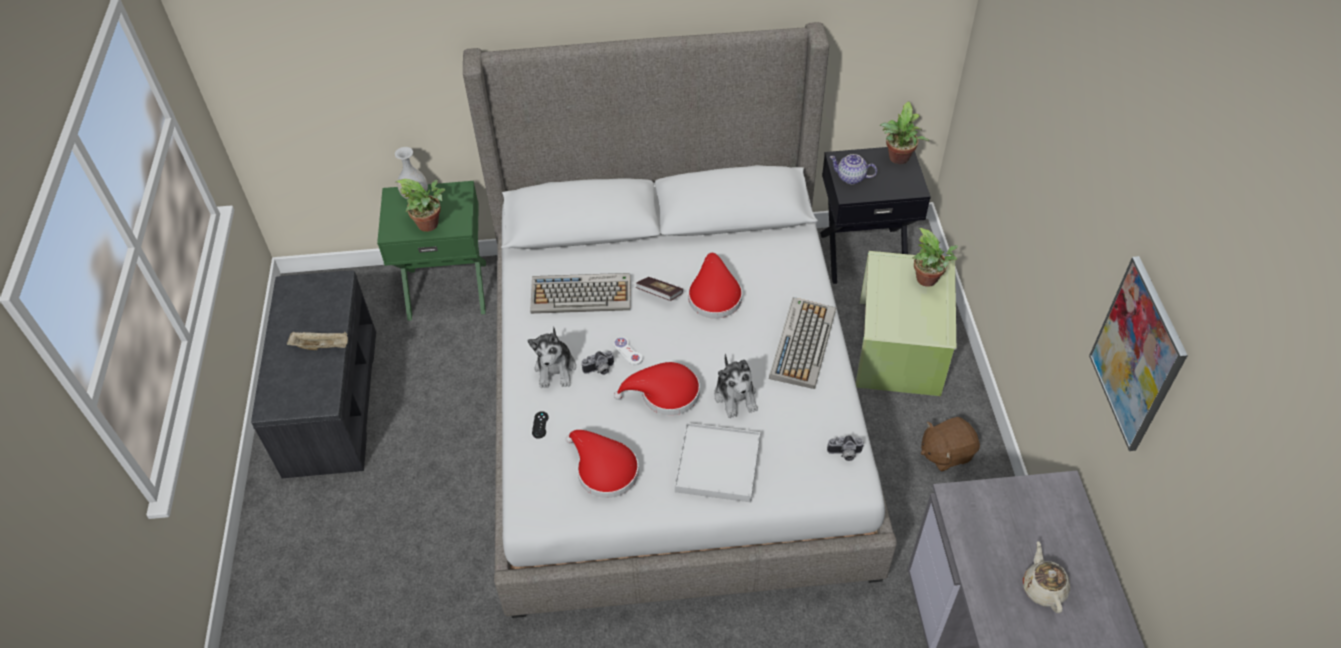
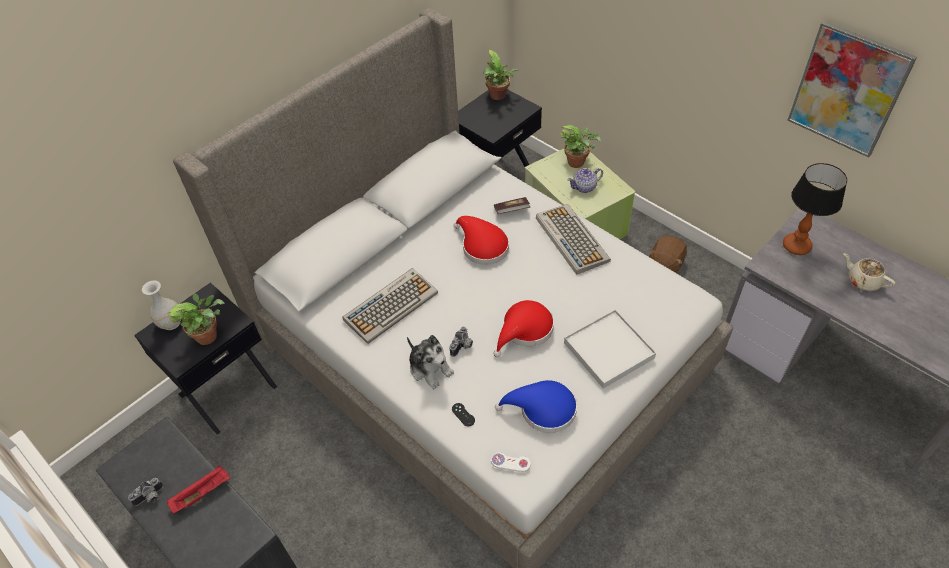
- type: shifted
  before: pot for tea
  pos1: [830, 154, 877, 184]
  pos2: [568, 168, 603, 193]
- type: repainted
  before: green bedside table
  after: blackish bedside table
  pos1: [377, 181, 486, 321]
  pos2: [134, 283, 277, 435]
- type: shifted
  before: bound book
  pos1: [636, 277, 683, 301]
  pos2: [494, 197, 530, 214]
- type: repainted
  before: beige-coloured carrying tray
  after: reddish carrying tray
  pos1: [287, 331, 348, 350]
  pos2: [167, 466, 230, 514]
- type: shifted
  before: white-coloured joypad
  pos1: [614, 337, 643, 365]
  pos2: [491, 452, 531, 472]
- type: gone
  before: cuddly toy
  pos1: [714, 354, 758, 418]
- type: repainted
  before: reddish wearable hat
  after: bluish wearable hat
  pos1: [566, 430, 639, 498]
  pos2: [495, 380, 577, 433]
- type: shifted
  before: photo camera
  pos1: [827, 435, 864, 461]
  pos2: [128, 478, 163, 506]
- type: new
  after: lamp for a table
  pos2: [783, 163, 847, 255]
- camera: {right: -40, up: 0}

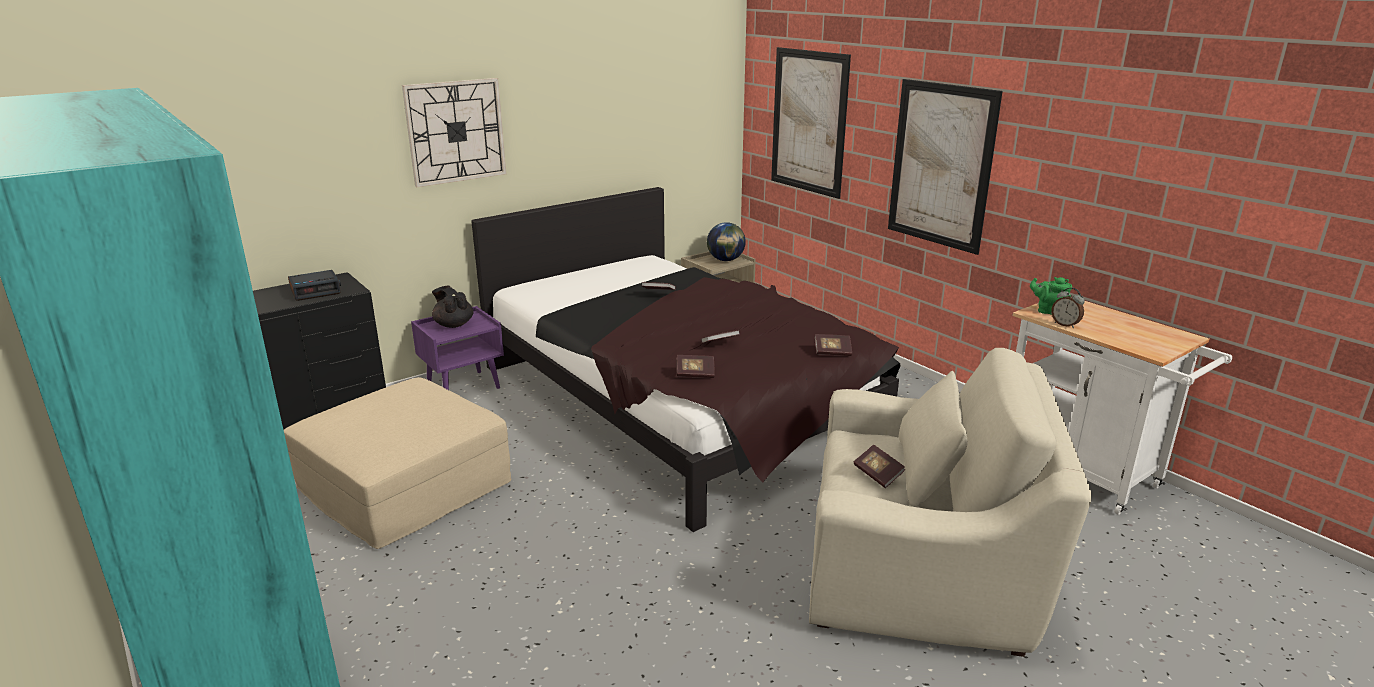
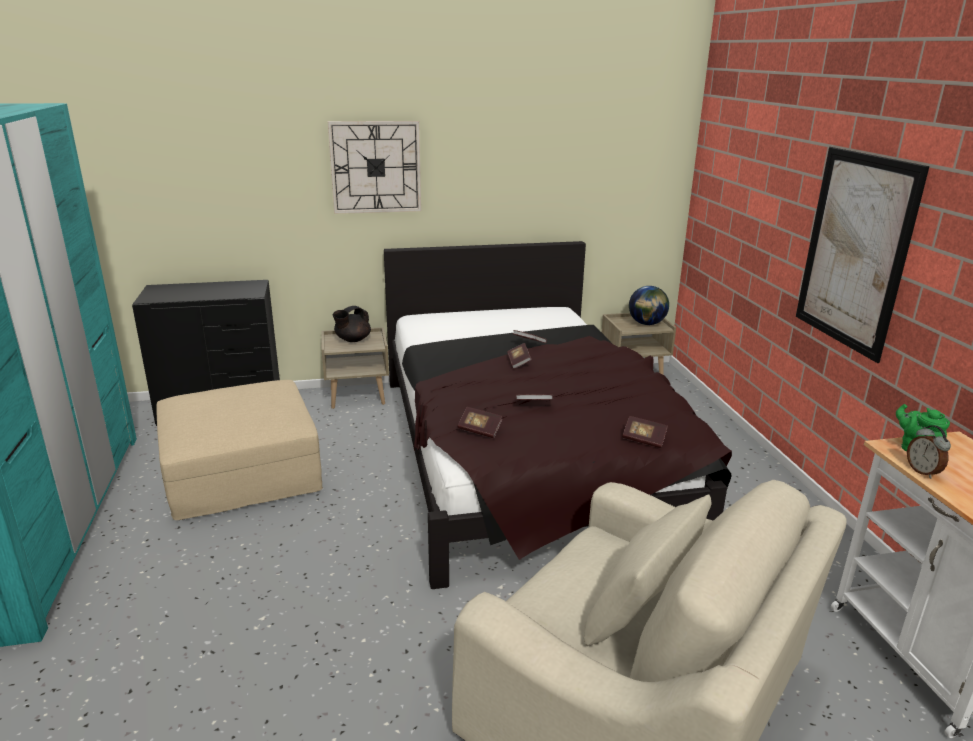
- type: gone
  before: picture
  pos1: [771, 47, 851, 199]
- type: gone
  before: table clock
  pos1: [288, 270, 341, 301]
- type: rotated
  before: blackish pot for tea
  pos1: [432, 286, 474, 328]
  pos2: [333, 306, 371, 342]
  turn: -120
- type: repainted
  before: purple bedside table
  after: beige-coloured bedside table
  pos1: [411, 306, 504, 390]
  pos2: [322, 327, 389, 409]
- type: shifted
  before: bound book
  pos1: [854, 445, 905, 488]
  pos2: [507, 343, 531, 369]
- camera: {right: 25, up: 0}

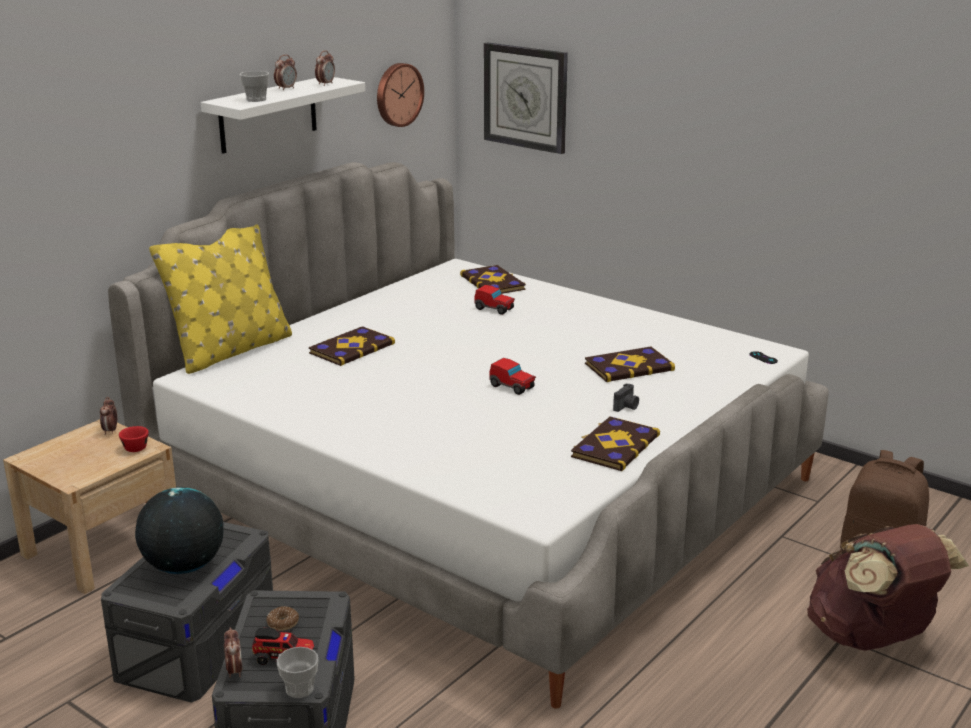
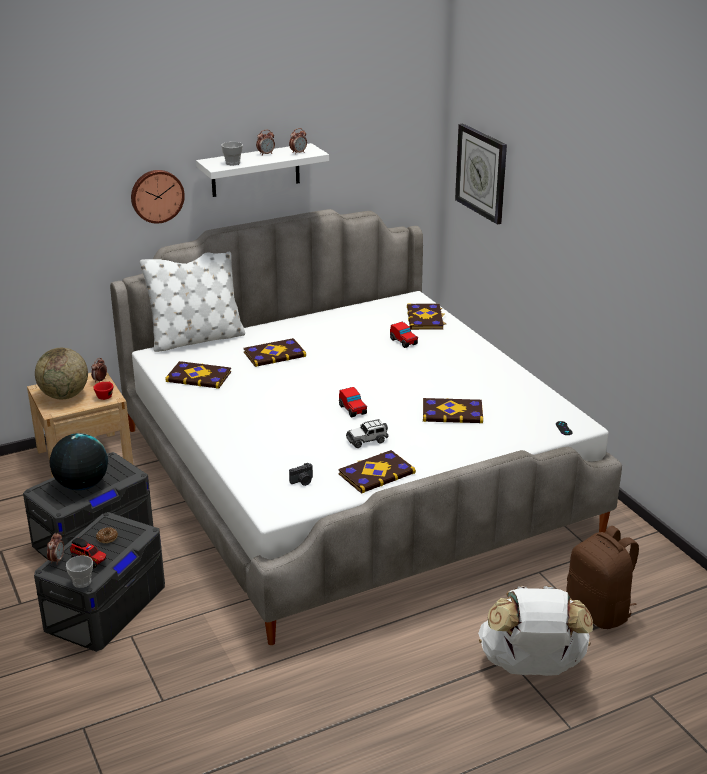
- type: shifted
  before: hanging clock
  pos1: [377, 63, 424, 127]
  pos2: [131, 170, 185, 224]
- type: repainted
  before: yellow cushion
  after: white-coloured cushion
  pos1: [149, 224, 292, 374]
  pos2: [140, 252, 245, 352]
- type: shifted
  before: photo camera
  pos1: [613, 383, 639, 412]
  pos2: [289, 463, 313, 486]
- type: repainted
  before: brownish rucksack
  after: white-coloured rucksack
  pos1: [807, 524, 969, 651]
  pos2: [478, 586, 593, 676]
- type: new
  after: desk globe
  pos2: [35, 348, 88, 399]
- type: new
  after: bound book
  pos2: [165, 361, 231, 389]
- type: new
  after: toy car
  pos2: [346, 419, 389, 448]
- camera: {right: 25, up: 5}

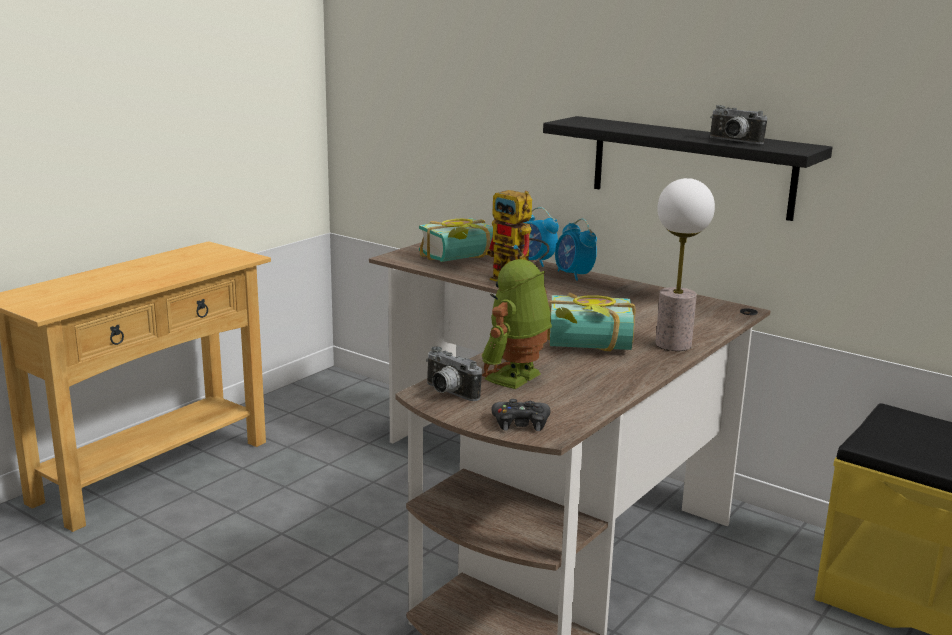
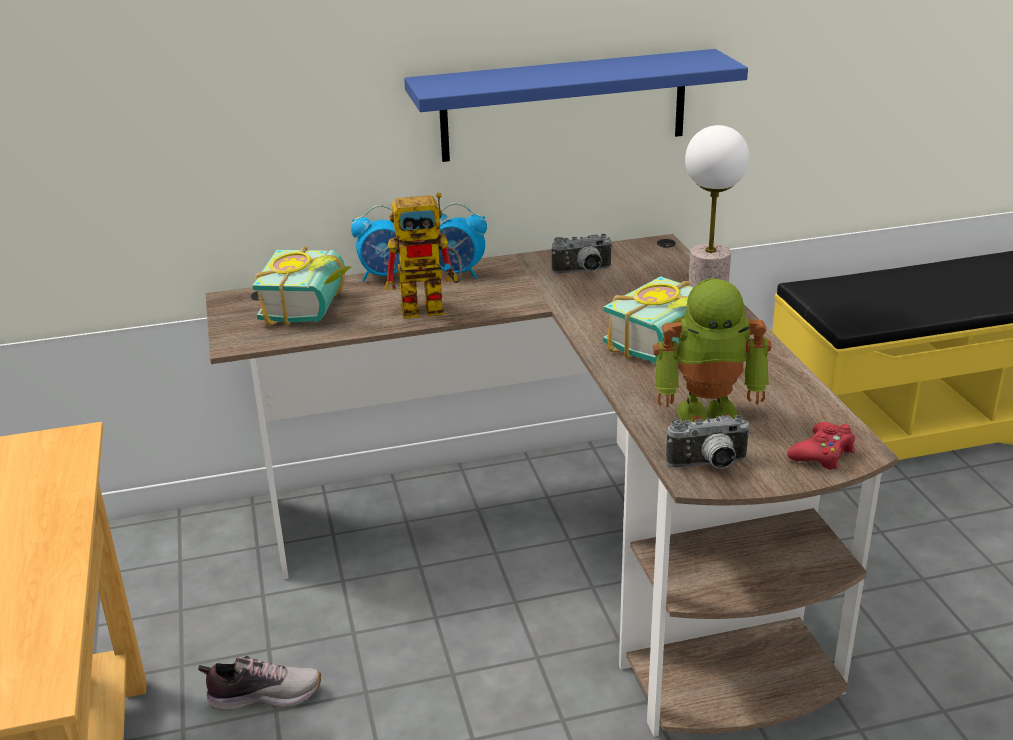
- type: shifted
  before: photo camera
  pos1: [710, 105, 767, 144]
  pos2: [552, 234, 613, 274]
- type: repainted
  before: blackish wall shelf
  after: bluish wall shelf
  pos1: [543, 116, 833, 221]
  pos2: [404, 49, 748, 162]
- type: rotated
  before: model robot
  pos1: [482, 259, 552, 389]
  pos2: [653, 278, 772, 422]
  turn: -75
- type: repainted
  before: blackish joypad
  after: reddish joypad
  pos1: [491, 399, 550, 431]
  pos2: [787, 422, 855, 470]
- type: new
  after: item of footwear
  pos2: [198, 656, 321, 711]
- camera: {right: -50, up: 10}

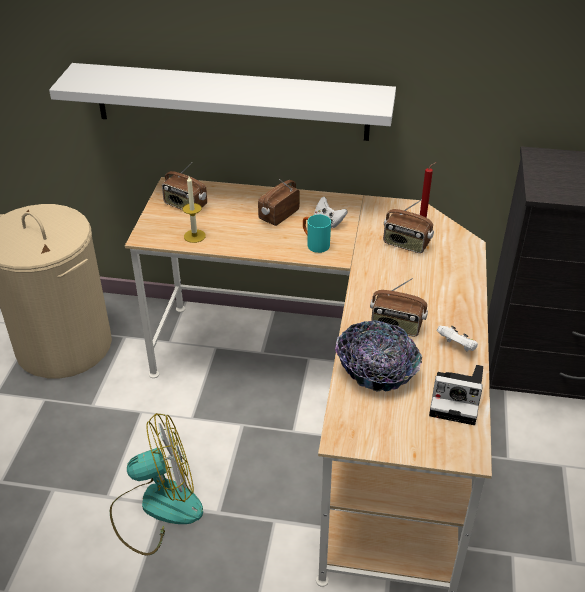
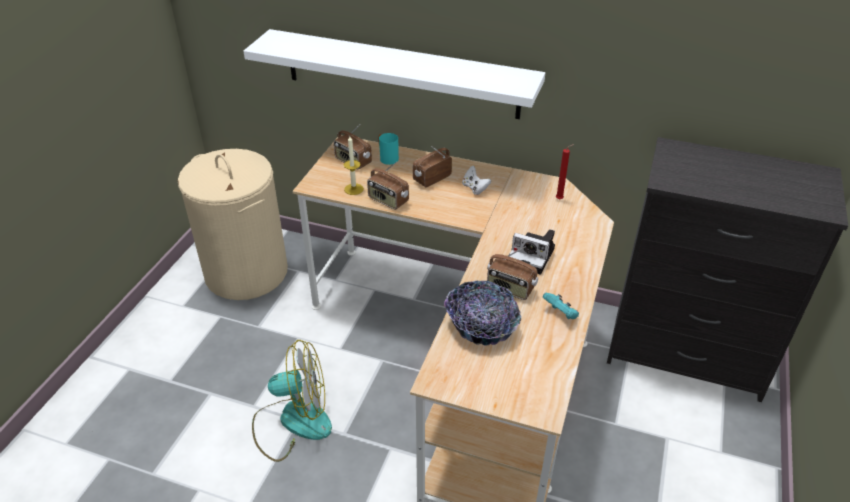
- type: shifted
  before: radio
  pos1: [383, 199, 434, 253]
  pos2: [367, 162, 409, 210]
- type: shifted
  before: turquoise coffee mug
  pos1: [303, 214, 331, 253]
  pos2: [378, 133, 399, 165]
- type: repainted
  before: white-coloured joypad
  after: turquoise joypad
  pos1: [437, 326, 478, 351]
  pos2: [543, 293, 579, 319]
- type: shifted
  before: photo camera
  pos1: [429, 365, 483, 425]
  pos2: [509, 229, 555, 275]
- camera: {right: 10, up: 0}

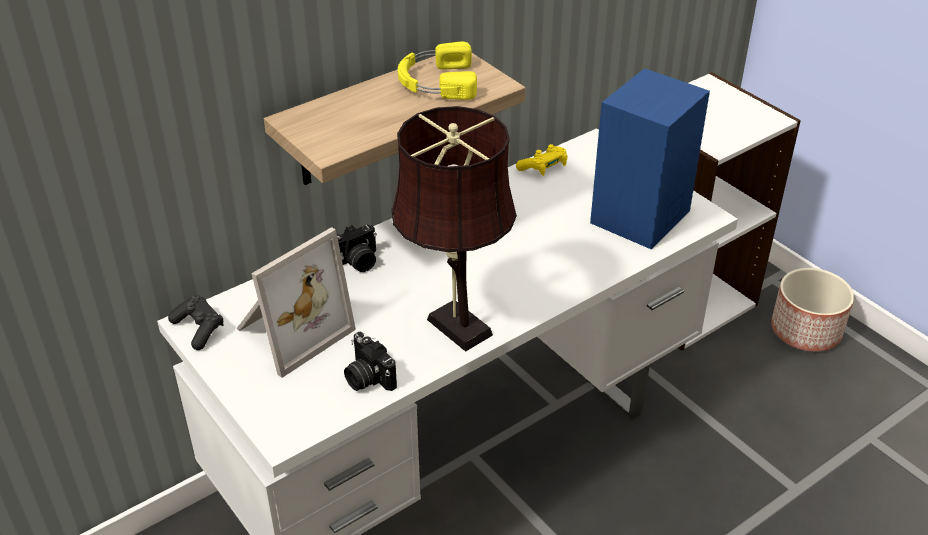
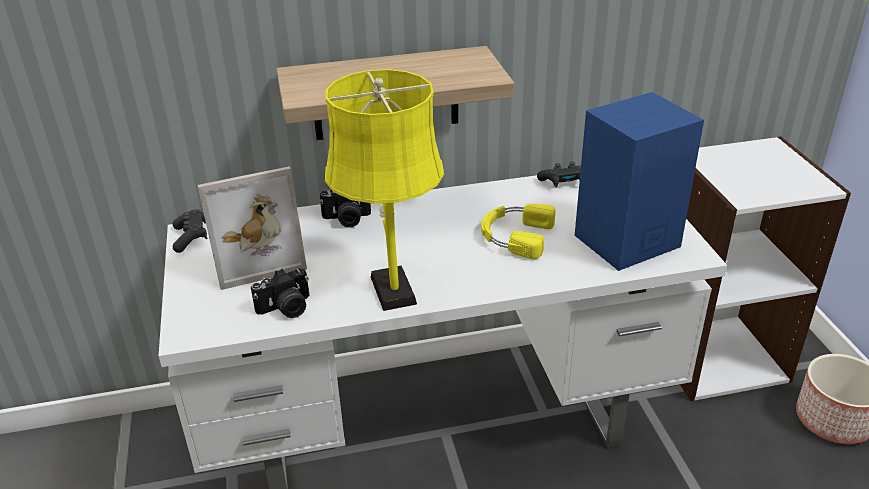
- type: shifted
  before: yellow headphones
  pos1: [398, 42, 477, 100]
  pos2: [481, 204, 555, 259]
- type: repainted
  before: brownish lamp for a table
  after: yellow lamp for a table
  pos1: [391, 106, 517, 352]
  pos2: [325, 69, 444, 311]
- type: repainted
  before: yellow joypad
  after: blackish joypad
  pos1: [516, 144, 568, 176]
  pos2: [537, 161, 581, 188]
- type: rotated
  before: photo camera
  pos1: [344, 332, 397, 391]
  pos2: [251, 268, 310, 318]
  turn: -105
- camera: {right: 25, up: -5}

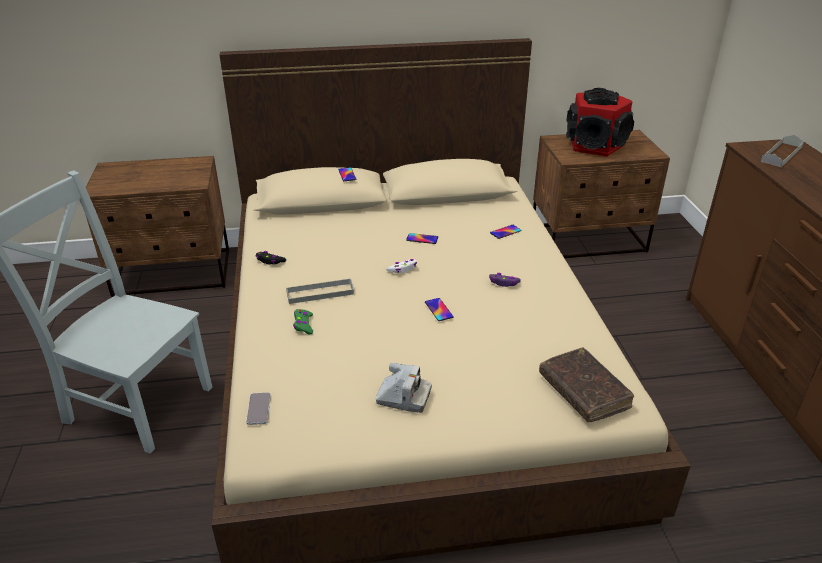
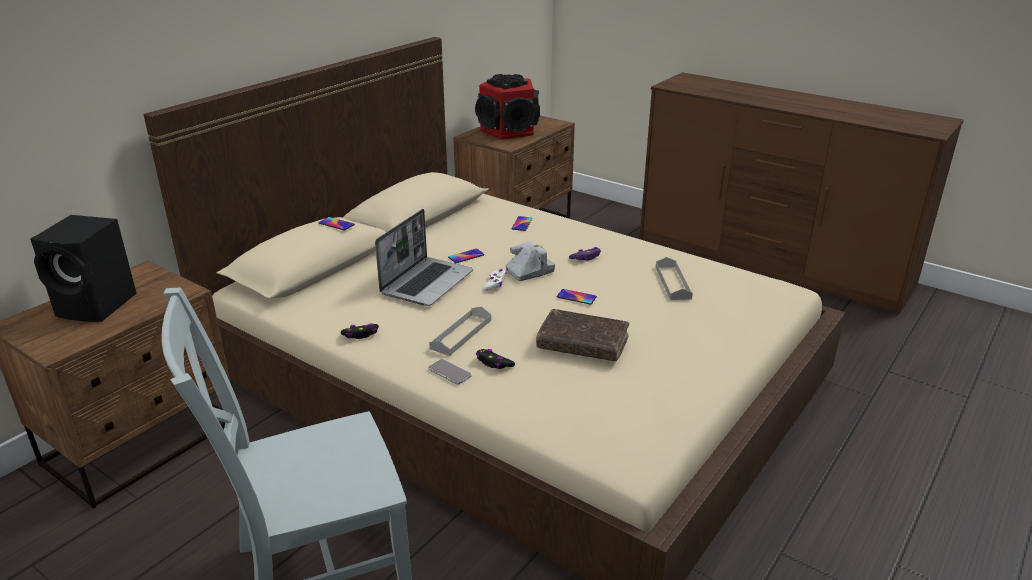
- type: shifted
  before: grey carrying tray
  pos1: [761, 135, 804, 167]
  pos2: [656, 257, 693, 300]
- type: repainted
  before: green joypad
  after: blackish joypad
  pos1: [293, 309, 313, 334]
  pos2: [476, 349, 515, 369]
- type: shifted
  before: brownish bound book
  pos1: [539, 348, 634, 422]
  pos2: [536, 309, 629, 361]
- type: shifted
  before: photo camera
  pos1: [375, 363, 432, 413]
  pos2: [506, 241, 555, 281]
- type: shifted
  before: phone
  pos1: [246, 392, 271, 425]
  pos2: [428, 359, 471, 385]
- type: new
  after: notebook computer
  pos2: [375, 209, 473, 306]
- type: new
  after: blackish loudspeaker
  pos2: [30, 215, 137, 322]
- camera: {right: -45, up: -5}

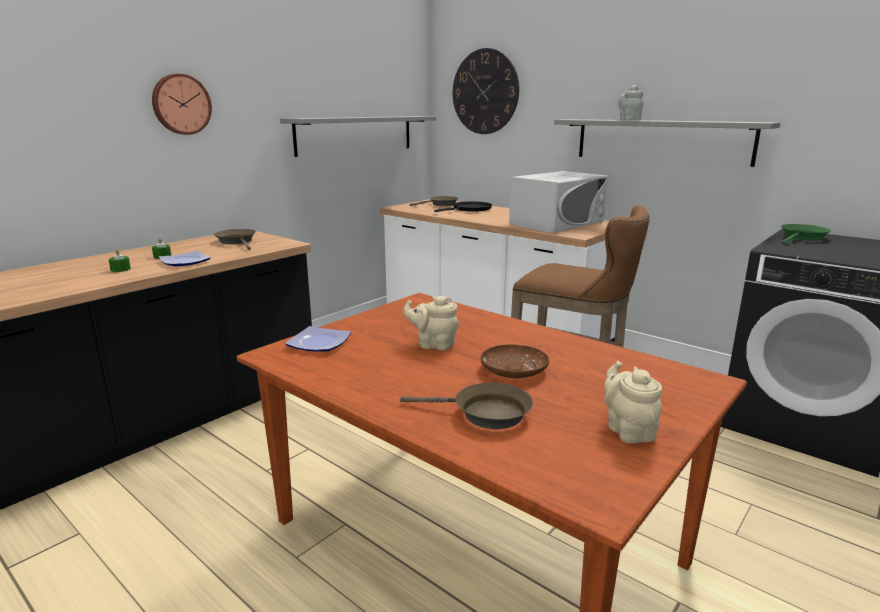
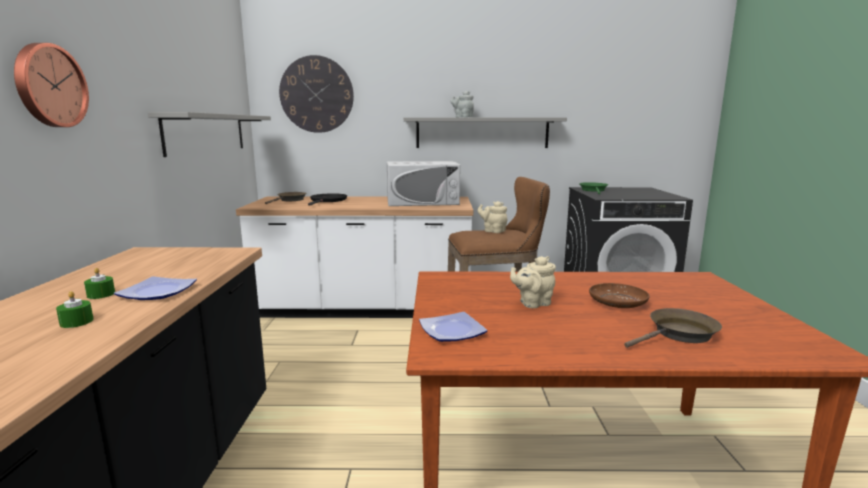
- type: rotated
  before: white-coloured kitchen microwave
  pos1: [509, 171, 608, 233]
  pos2: [387, 161, 460, 206]
  turn: 75
- type: gone
  before: brownish frying pan
  pos1: [214, 229, 256, 250]
- type: shifted
  before: beige-coloured pot for tea
  pos1: [604, 361, 662, 443]
  pos2: [477, 201, 507, 233]
- camera: {right: -40, up: -5}

